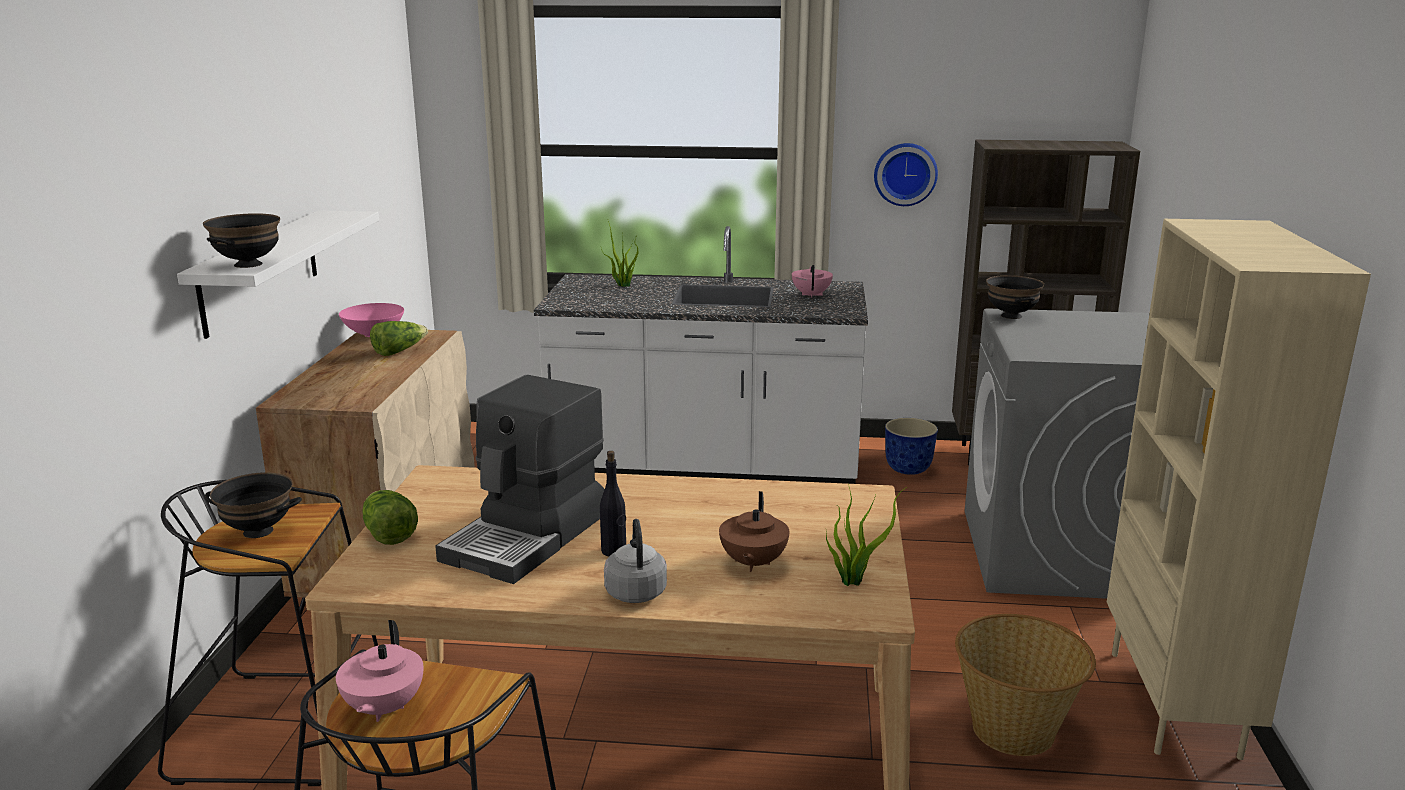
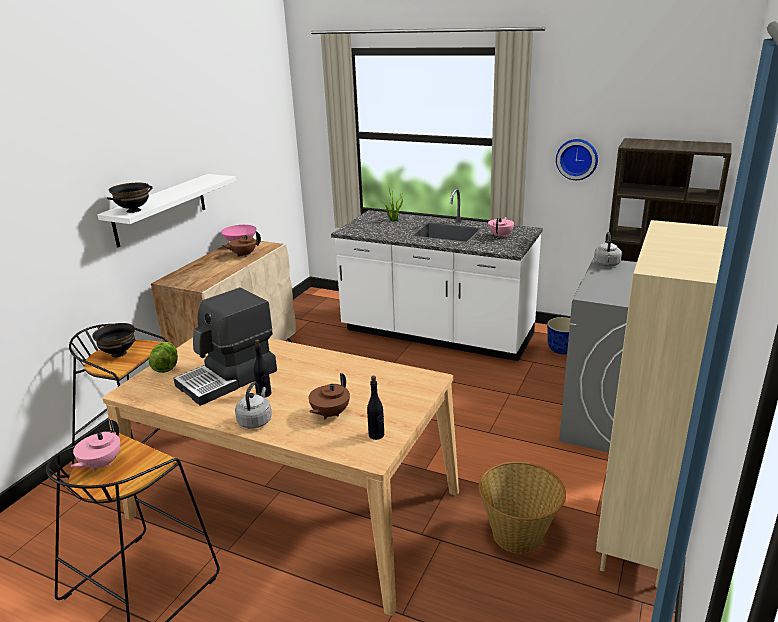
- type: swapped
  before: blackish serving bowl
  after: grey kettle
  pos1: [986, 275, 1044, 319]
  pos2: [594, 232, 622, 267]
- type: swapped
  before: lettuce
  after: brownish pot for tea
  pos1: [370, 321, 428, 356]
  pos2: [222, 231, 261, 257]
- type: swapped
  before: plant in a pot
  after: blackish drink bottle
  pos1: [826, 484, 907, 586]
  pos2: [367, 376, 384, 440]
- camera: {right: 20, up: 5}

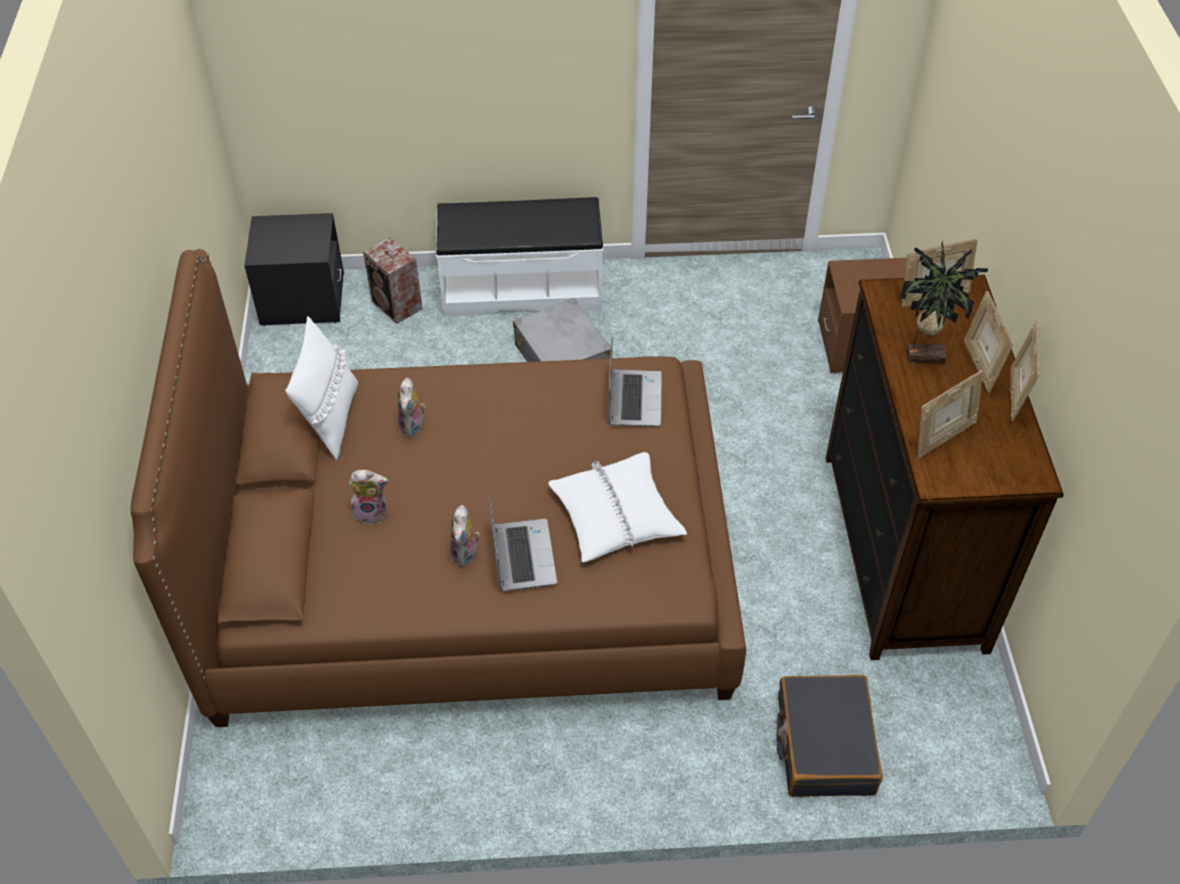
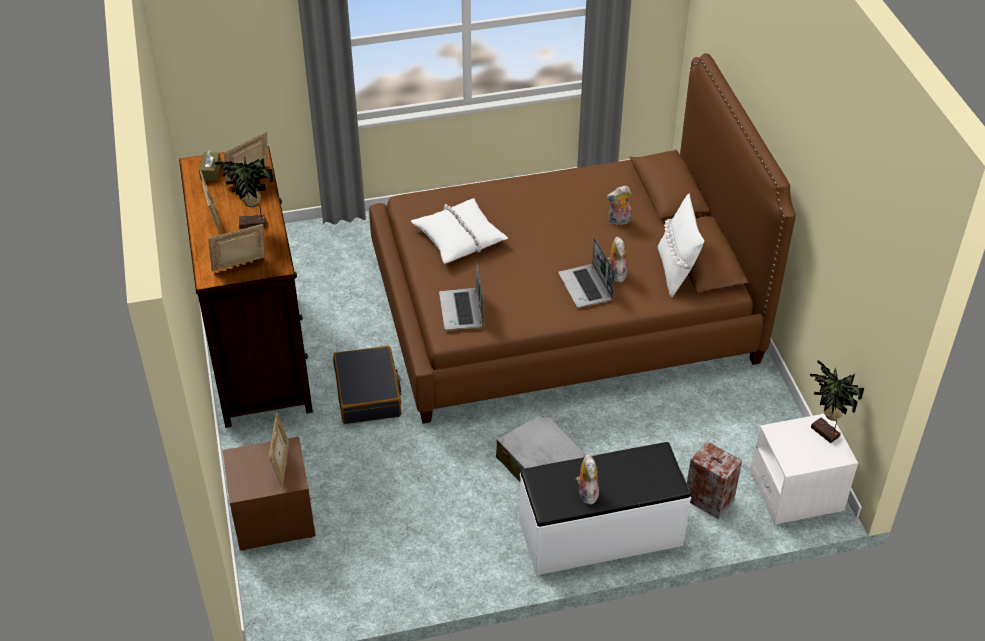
- type: repainted
  before: blackish bedside table
  after: white-coloured bedside table
  pos1: [244, 213, 344, 326]
  pos2: [751, 414, 858, 525]
- type: shifted
  before: picture frame
  pos1: [1010, 320, 1040, 421]
  pos2: [269, 412, 290, 487]
- type: shifted
  before: notebook computer
  pos1: [489, 493, 557, 592]
  pos2: [558, 238, 615, 308]
- type: shifted
  before: cuddly toy
  pos1: [450, 505, 480, 566]
  pos2: [576, 453, 599, 505]
- type: shifted
  before: blackish travel case
  pos1: [776, 675, 882, 797]
  pos2: [333, 346, 401, 424]
- type: new
  after: brownish tissue box
  pos2: [199, 150, 221, 181]
- type: new
  after: plant in a pot
  pos2: [810, 360, 864, 443]
- camera: {right: 170, up: -5}

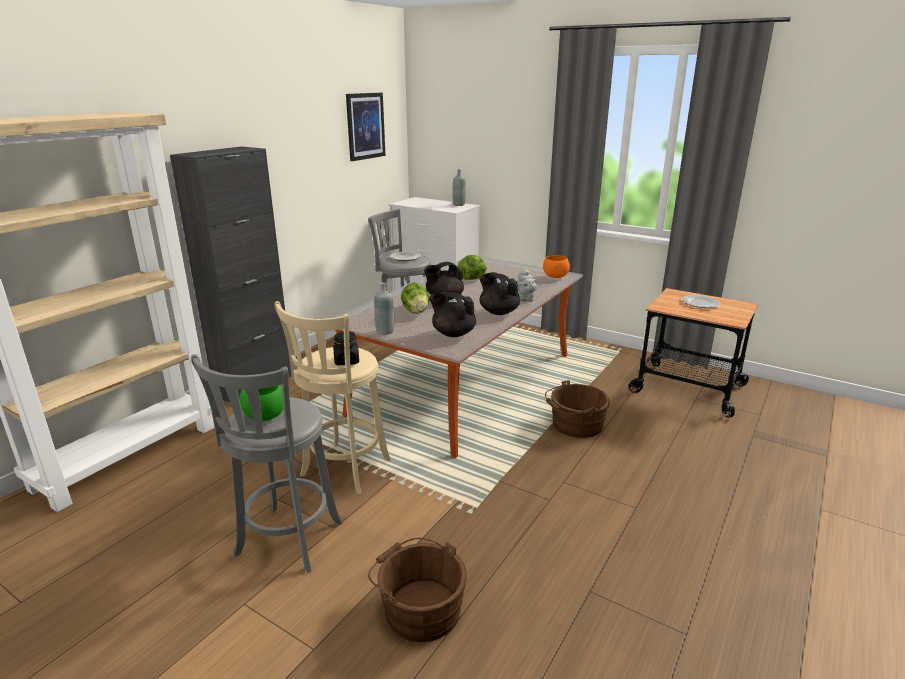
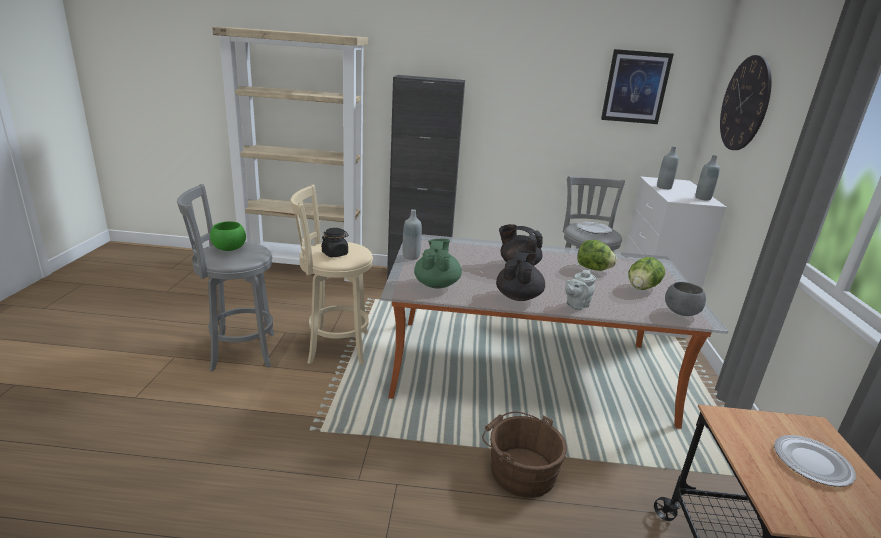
- type: repainted
  before: orange-coloured serving bowl
  after: grey serving bowl
  pos1: [543, 255, 570, 278]
  pos2: [665, 282, 706, 316]
- type: shifted
  before: lettuce
  pos1: [401, 283, 429, 314]
  pos2: [629, 257, 665, 290]
- type: repainted
  before: blackish pot for tea
  after: green pot for tea
  pos1: [429, 291, 476, 337]
  pos2: [414, 239, 462, 289]
- type: gone
  before: brownish water bucket
  pos1: [368, 538, 467, 642]
- type: new
  after: hanging clock
  pos2: [720, 55, 772, 150]
- type: new
  after: grey drink bottle
  pos2: [657, 146, 679, 189]
- camera: {right: 60, up: 0}

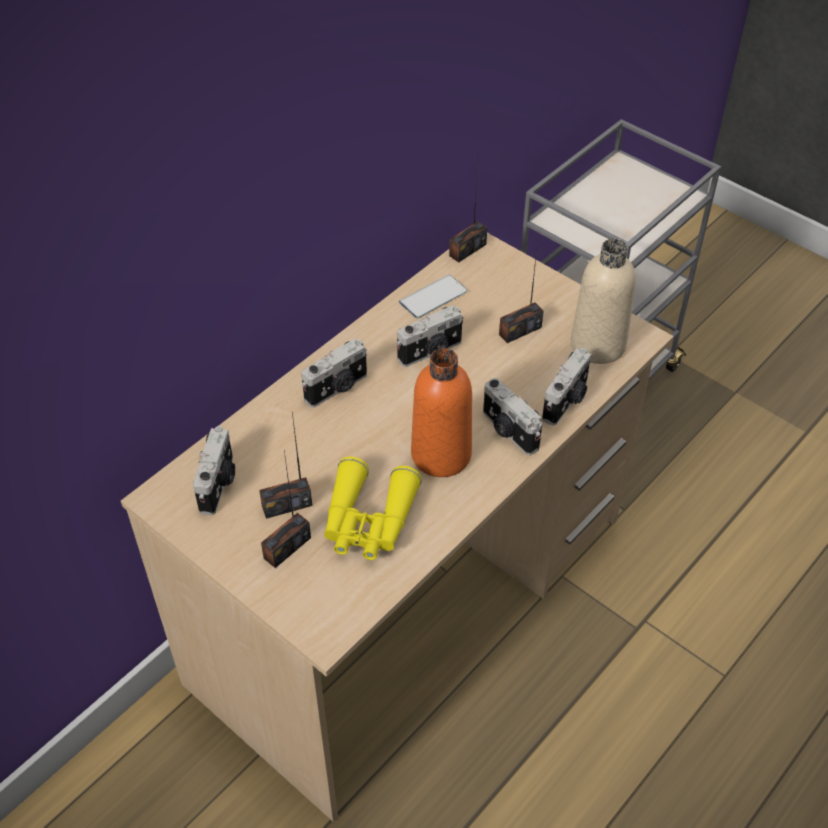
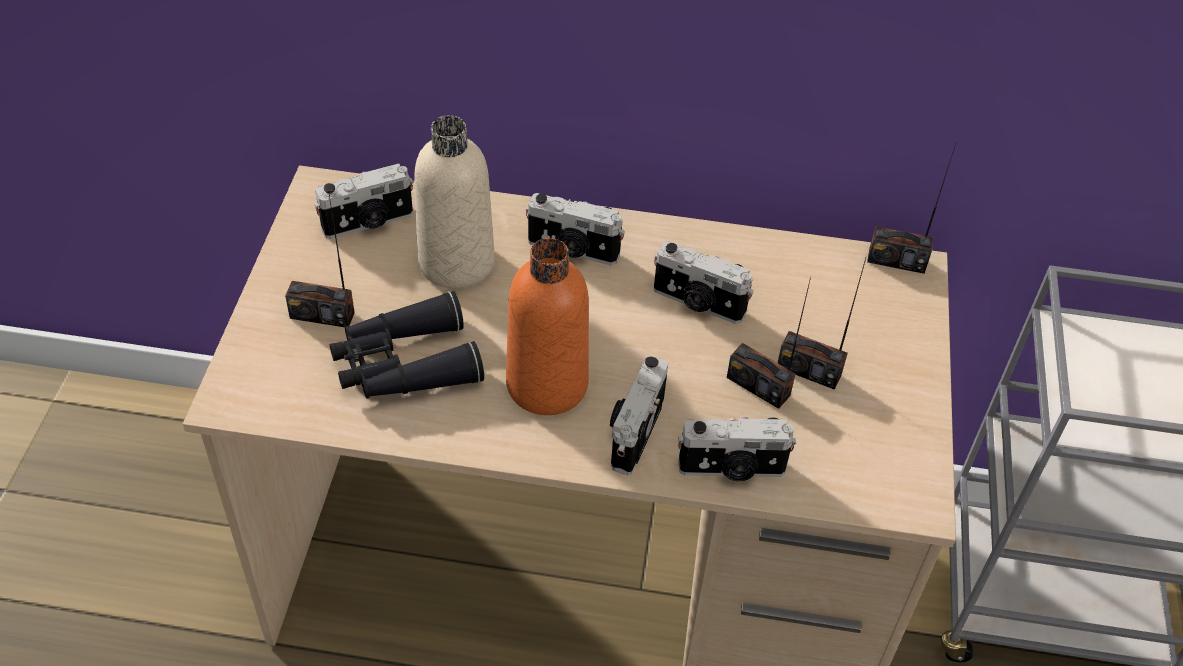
- type: shifted
  before: beige-coloured drink bottle
  pos1: [571, 238, 636, 364]
  pos2: [414, 115, 495, 289]
- type: gone
  before: phone
  pos1: [399, 275, 467, 318]
- type: shifted
  before: radio
  pos1: [259, 412, 312, 519]
  pos2: [727, 277, 811, 409]
- type: repainted
  before: yellow binoculars
  after: blackish binoculars
  pos1: [324, 457, 422, 560]
  pos2: [330, 291, 484, 399]
- camera: {right: 55, up: 0}

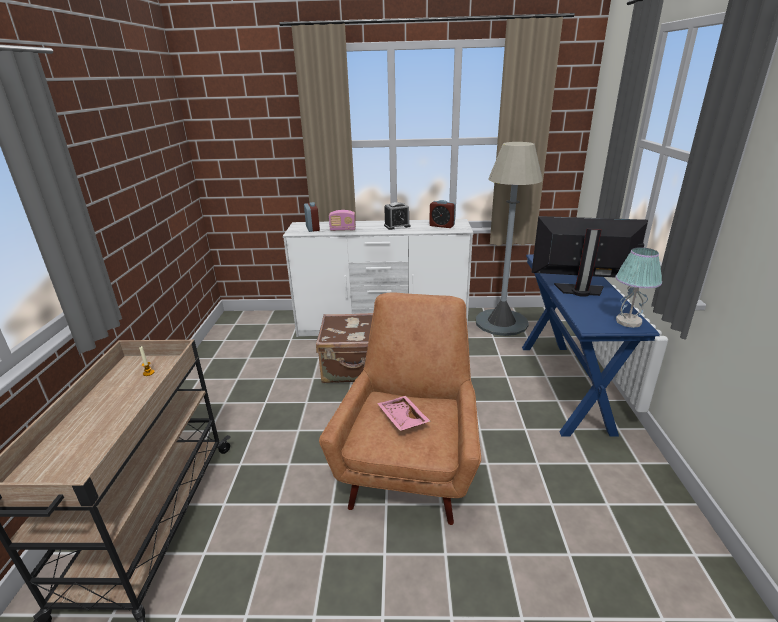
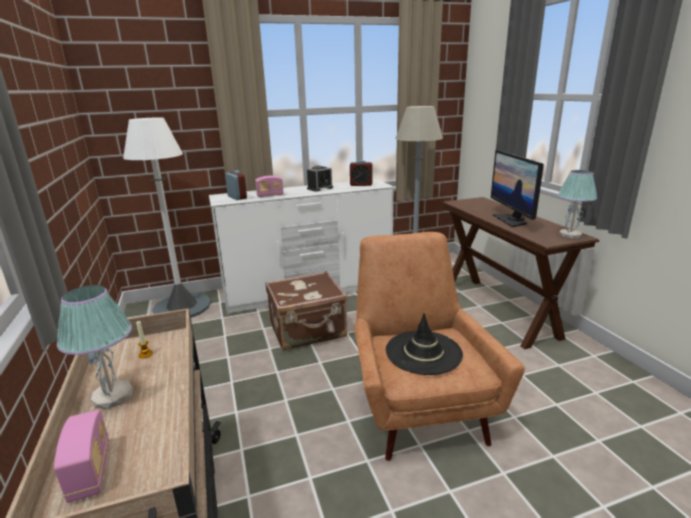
- type: rotated
  before: monitor
  pos1: [532, 216, 648, 297]
  pos2: [491, 150, 544, 227]
  turn: -90
- type: repainted
  before: bluish hall table
  after: brownish hall table
  pos1: [522, 254, 660, 437]
  pos2: [442, 197, 599, 349]
- type: swapped
  before: pink-coloured carrying tray
  after: blackish wearable hat
  pos1: [377, 396, 431, 431]
  pos2: [386, 313, 463, 375]
- type: new
  after: white-coloured standing lamp
  pos2: [123, 117, 211, 318]
- type: new
  after: lamp for a table
  pos2: [57, 285, 133, 409]
- type: new
  after: radio
  pos2: [54, 410, 109, 503]
- camera: {right: -20, up: -5}

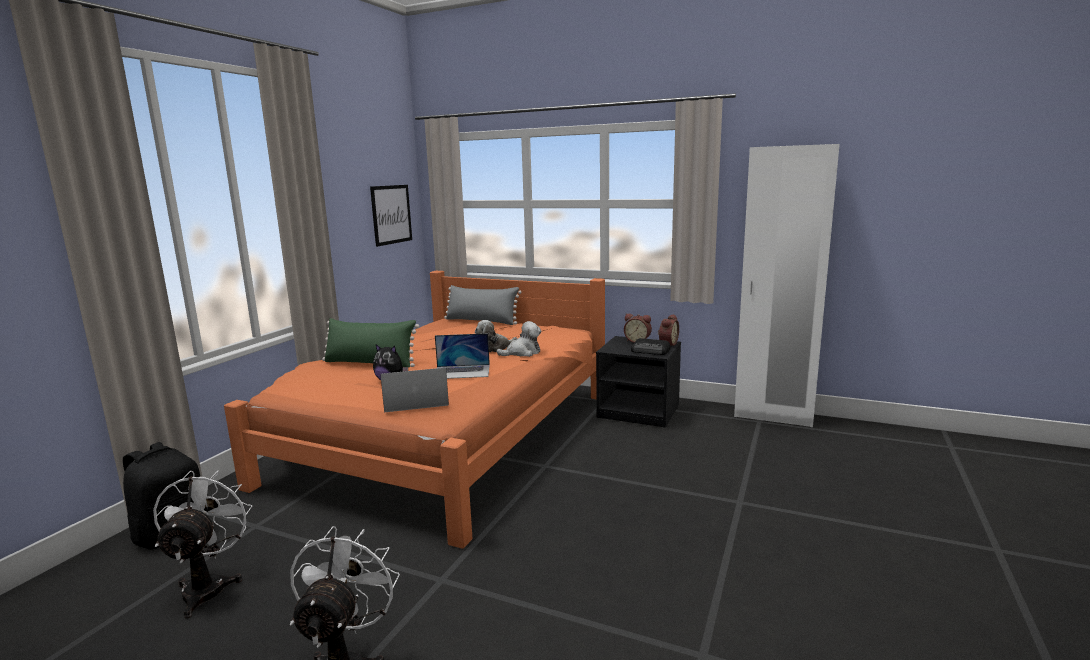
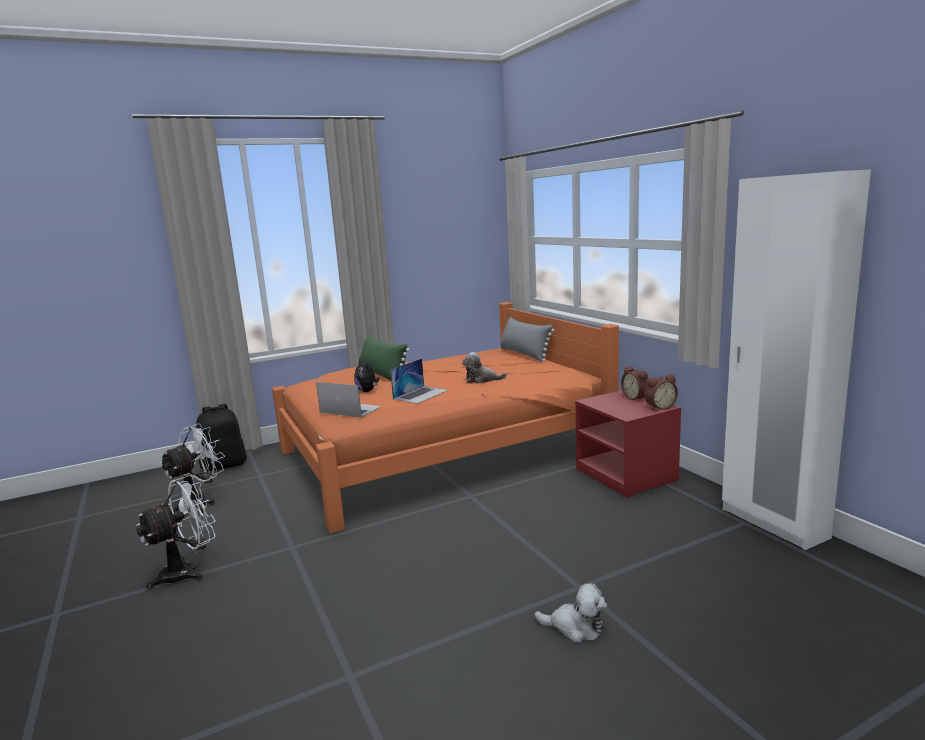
- type: gone
  before: picture
  pos1: [370, 185, 412, 247]
- type: shifted
  before: cuddly toy
  pos1: [496, 321, 542, 357]
  pos2: [534, 583, 607, 643]
- type: rotated
  before: notebook computer
  pos1: [435, 333, 490, 379]
  pos2: [390, 359, 448, 404]
  turn: -90
- type: repainted
  before: blackish bedside table
  after: reddish bedside table
  pos1: [596, 336, 681, 428]
  pos2: [575, 390, 681, 497]
- type: gone
  before: radio
  pos1: [631, 338, 671, 355]
- camera: {right: 40, up: 0}

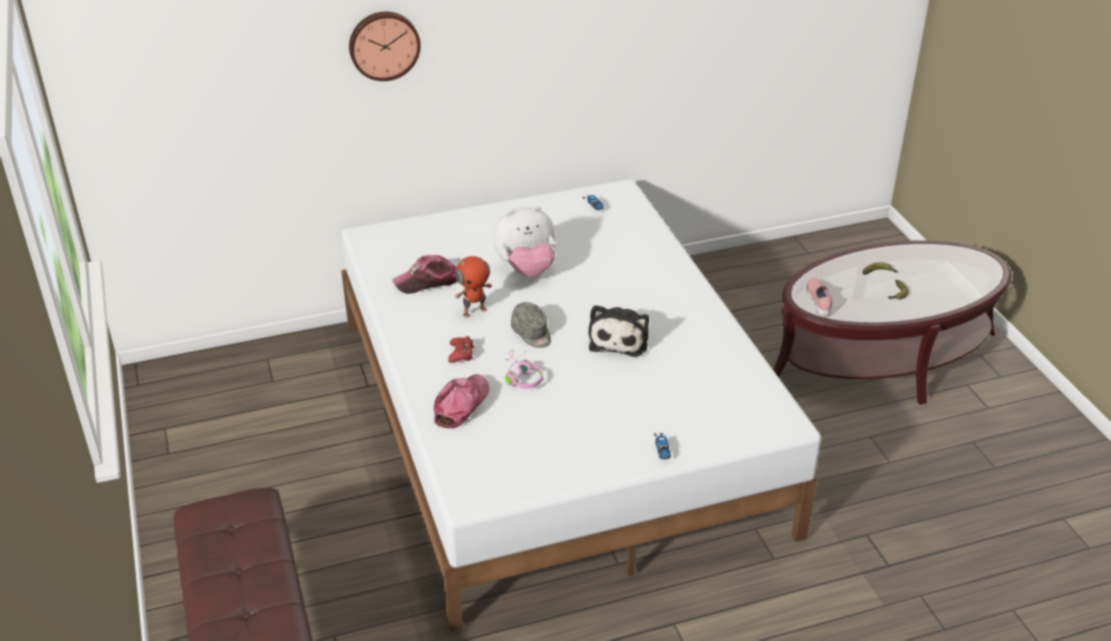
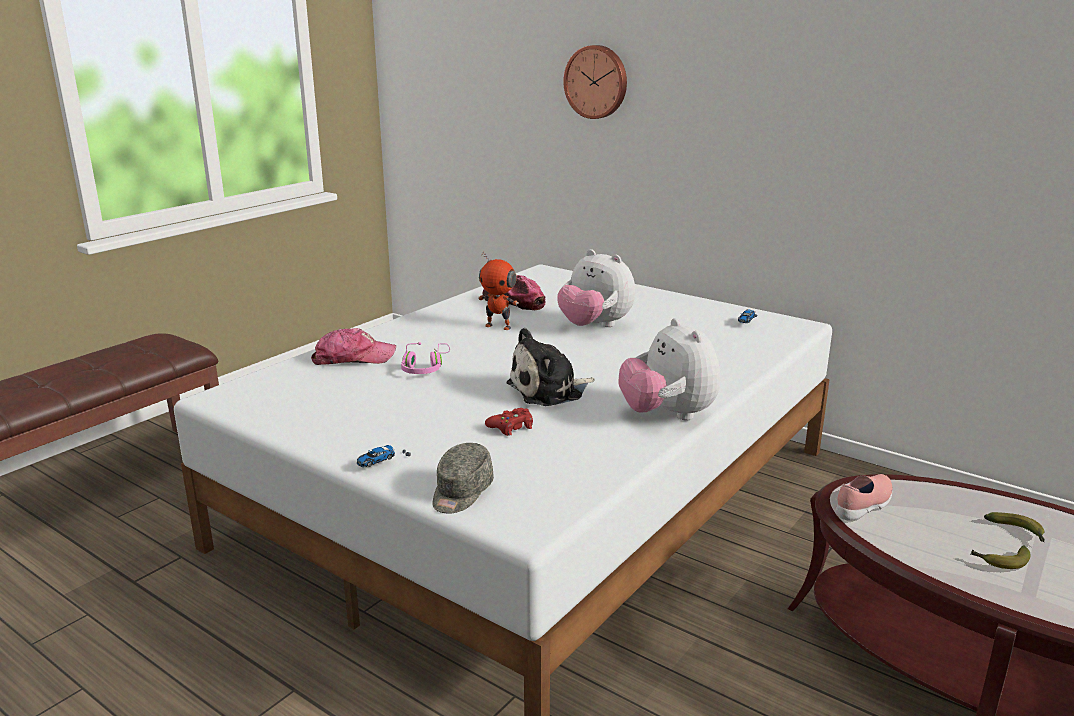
- type: shifted
  before: grey baseball cap
  pos1: [511, 302, 551, 348]
  pos2: [433, 443, 494, 514]
- type: shifted
  before: reddish joypad
  pos1: [448, 336, 474, 363]
  pos2: [485, 408, 533, 436]
- type: new
  after: cuddly toy
  pos2: [619, 318, 720, 420]
- camera: {right: 55, up: -15}

